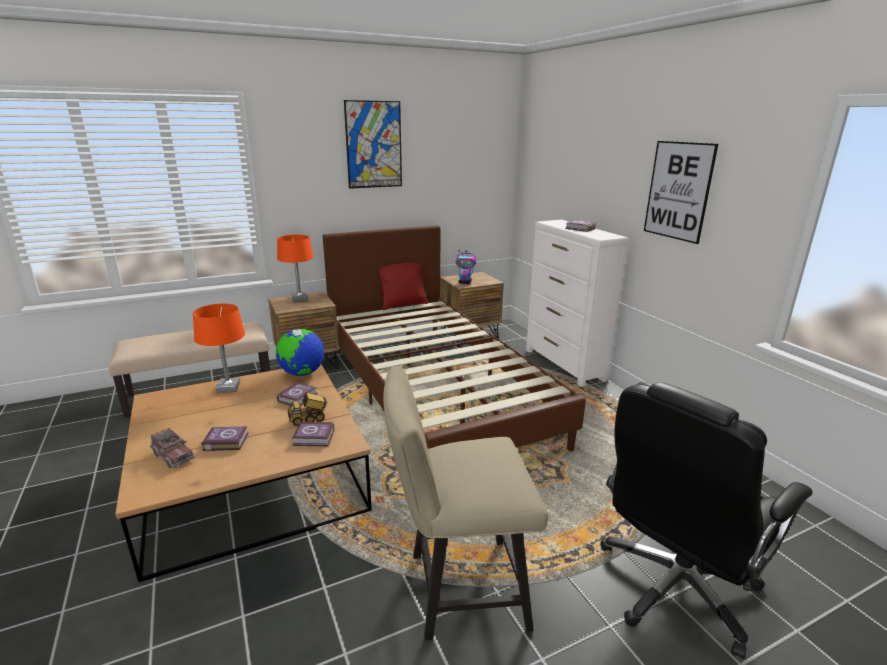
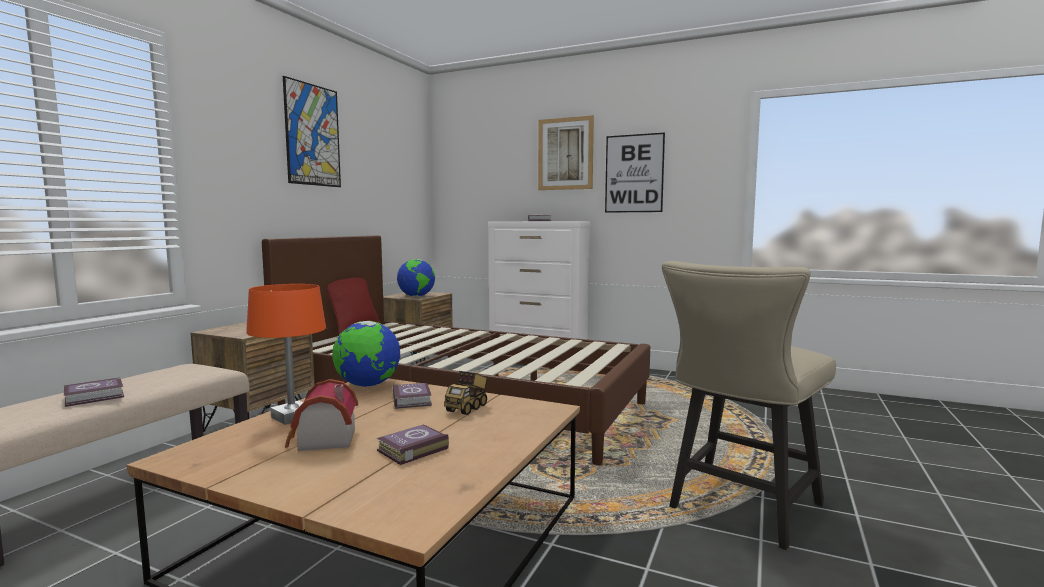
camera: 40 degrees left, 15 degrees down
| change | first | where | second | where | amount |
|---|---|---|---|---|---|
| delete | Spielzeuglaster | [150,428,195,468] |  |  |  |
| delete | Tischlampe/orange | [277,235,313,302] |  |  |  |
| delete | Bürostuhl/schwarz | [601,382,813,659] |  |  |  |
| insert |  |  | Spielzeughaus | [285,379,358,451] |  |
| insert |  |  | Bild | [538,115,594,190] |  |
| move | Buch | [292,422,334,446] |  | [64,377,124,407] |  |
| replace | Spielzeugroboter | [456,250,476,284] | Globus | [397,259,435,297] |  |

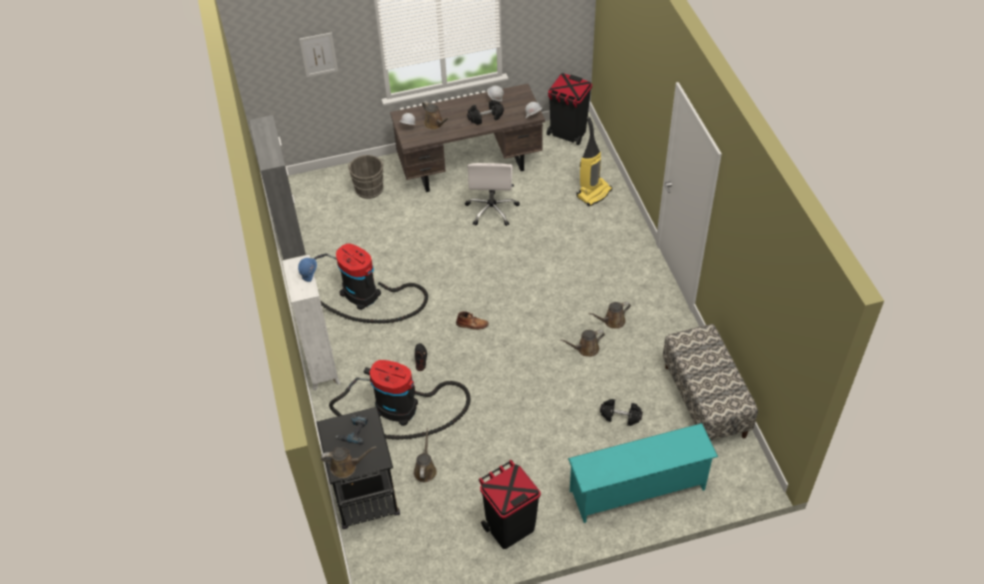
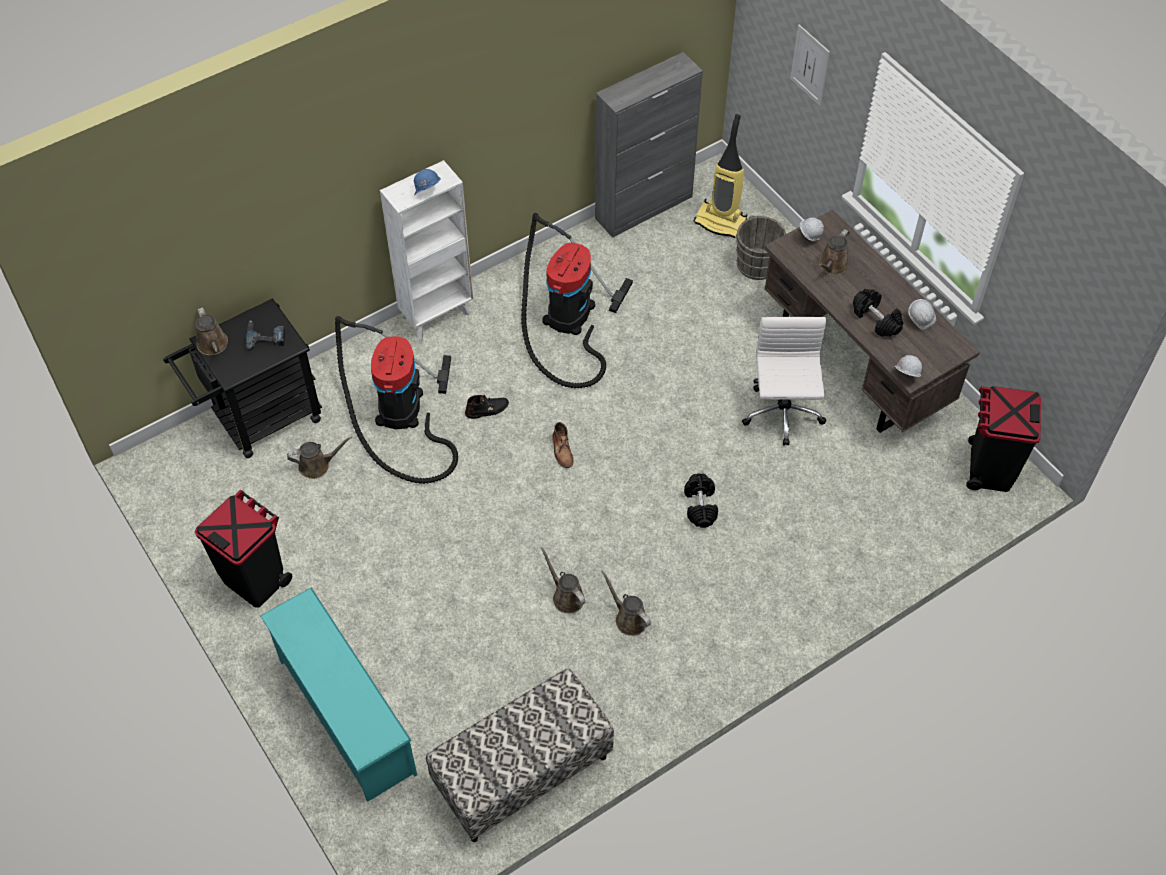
camera: 70 degrees right, 5 degrees up
| change | first | where | second | where | amount |
|---|---|---|---|---|---|
| move | Staubsauger | [576,117,612,206] |  | [694,114,747,238] |  |
| move | Hantel/schwarz | [600,399,643,426] |  | [684,474,718,528] |  |
| rotate | Bürostuhl/weiß | [465,163,520,226] |  | [742,317,826,446] | 105 degrees clockwise |

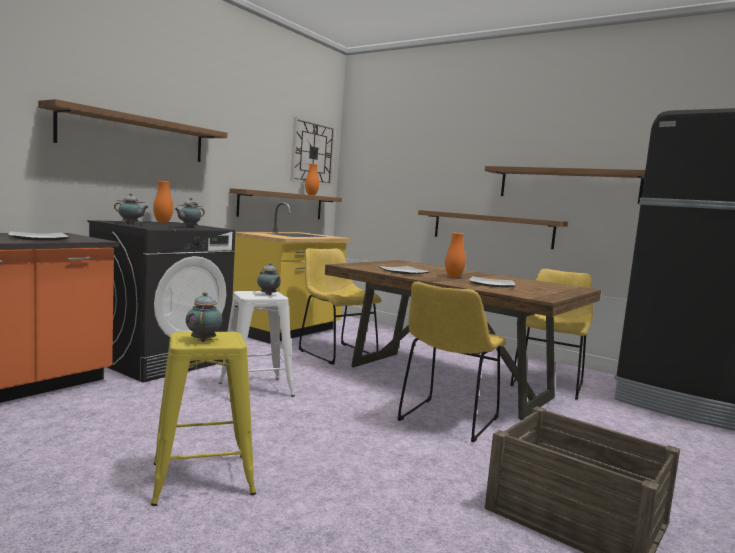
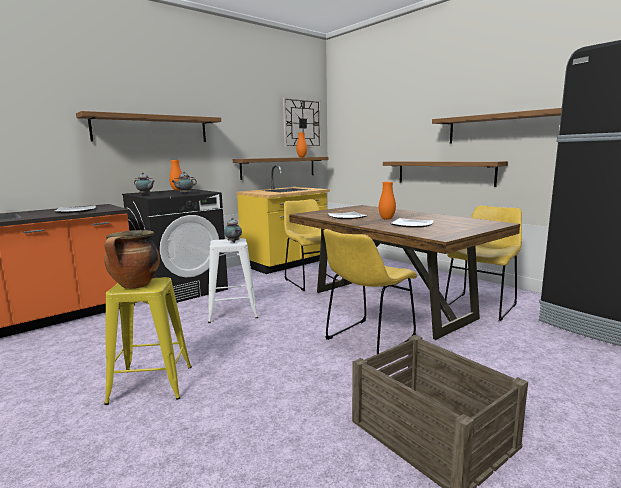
camera: 15 degrees right, 5 degrees up
| change | first | where | second | where | amount |
|---|---|---|---|---|---|
| replace | Teekanne | [186,292,222,342] | Kochtopf | [104,230,160,289] |  |

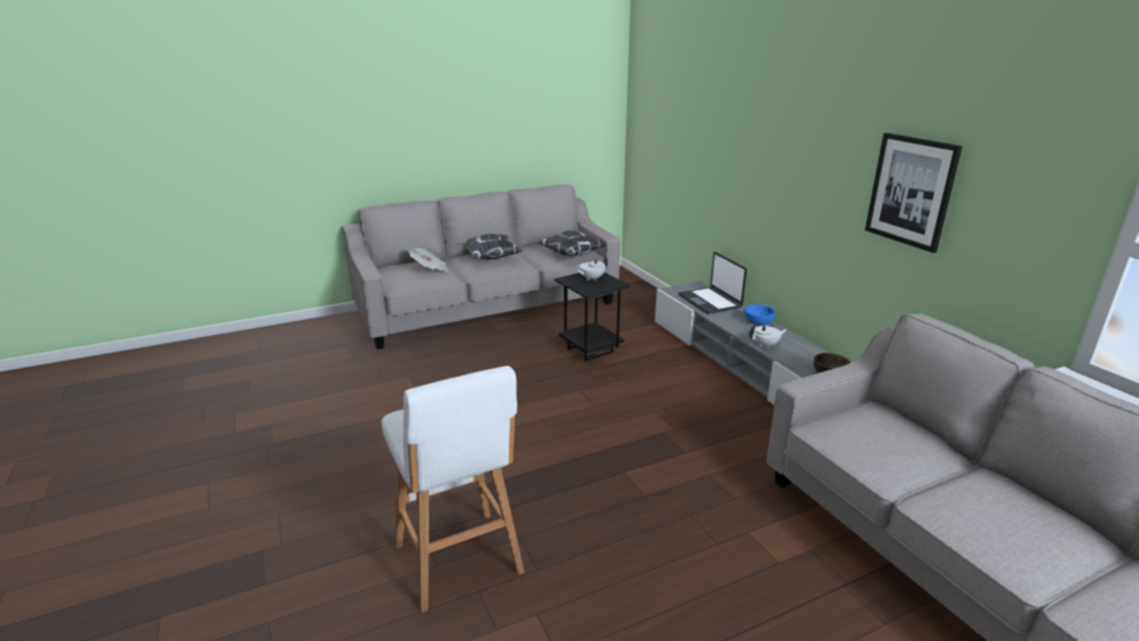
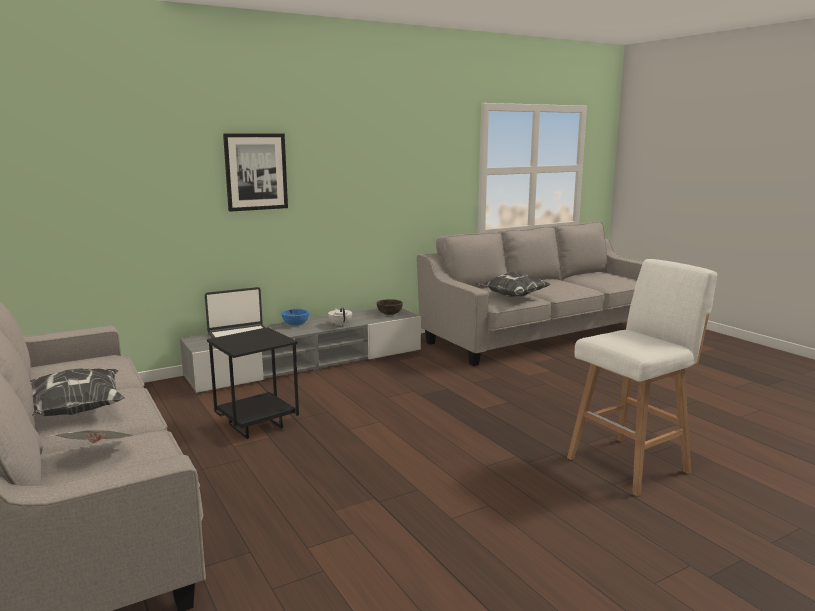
camera: 95 degrees left, 10 degrees down
| change | first | where | second | where | amount |
|---|---|---|---|---|---|
| delete | Teekanne/weiß | [576,255,608,281] |  |  |  |
| move | Kissen | [537,231,608,256] |  | [475,272,551,297] |  |
| move | Bild | [865,133,962,253] |  | [223,133,288,212] |  |

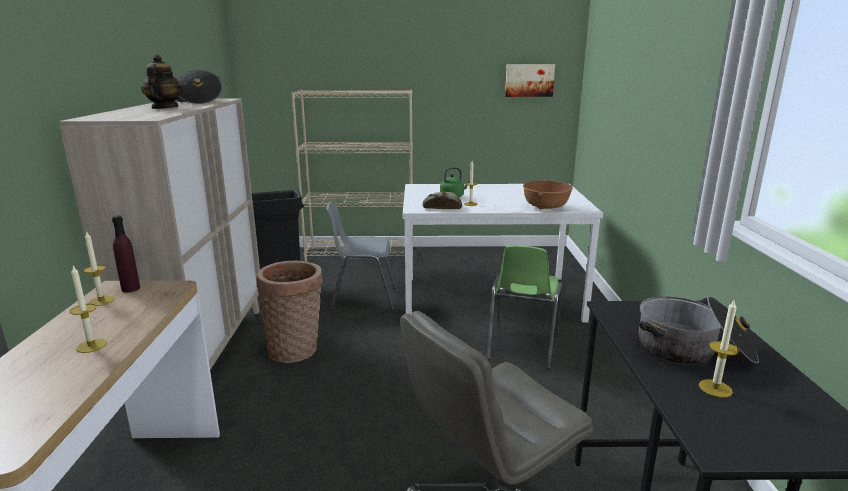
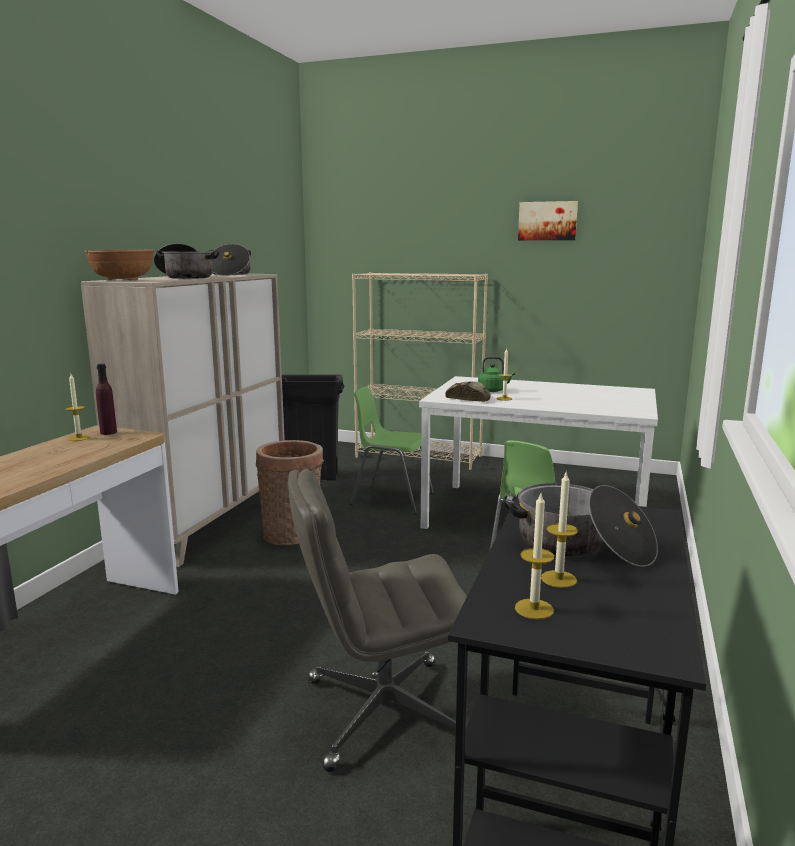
camera: 20 degrees right, 5 degrees down
| change | first | where | second | where | amount |
|---|---|---|---|---|---|
| move | Kerze | [70,266,107,353] |  | [515,494,554,620] |  |
| move | Bild | [505,64,555,97] |  | [518,201,578,240] |  |
| move | Schüssel/braun | [523,180,573,210] |  | [85,249,154,280] |  |
| replace | Teekanne | [141,54,183,109] | Kochtopf | [154,243,219,279] |  |
| recolor | Stuhl/grau | [326,201,396,311] | Stuhl/grün | [350,387,434,514] |  |

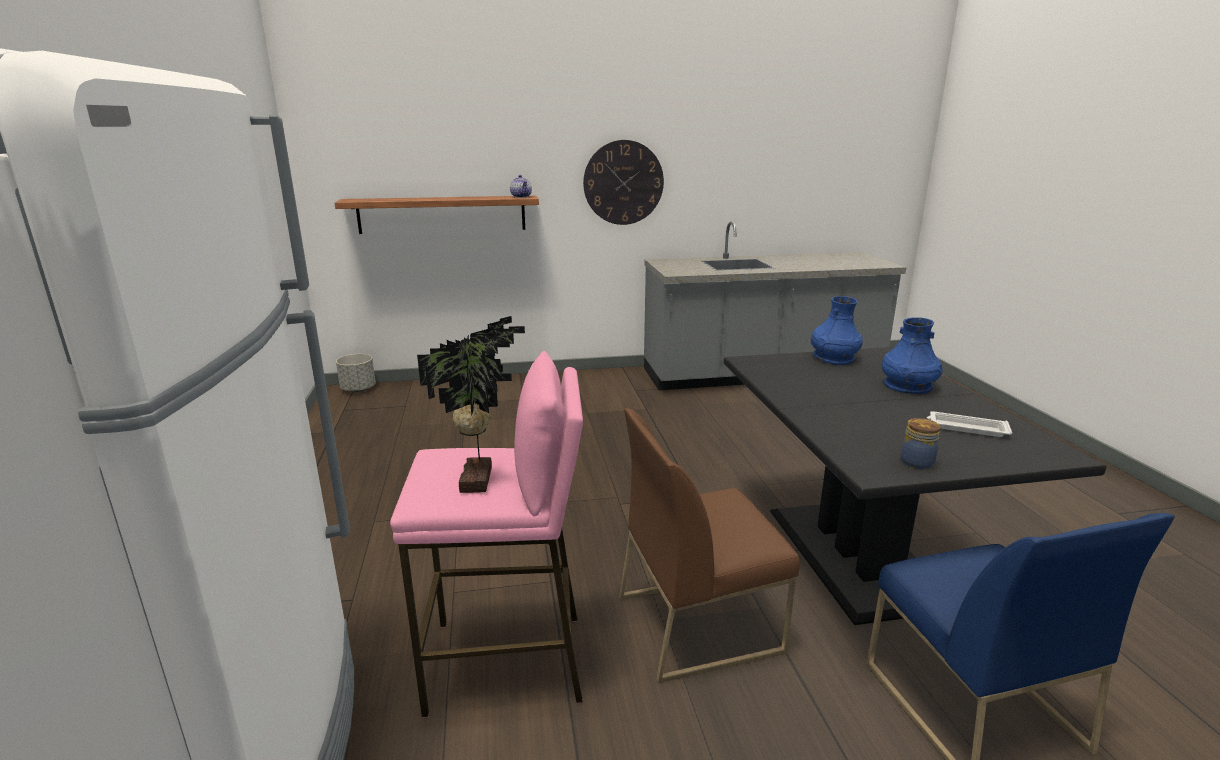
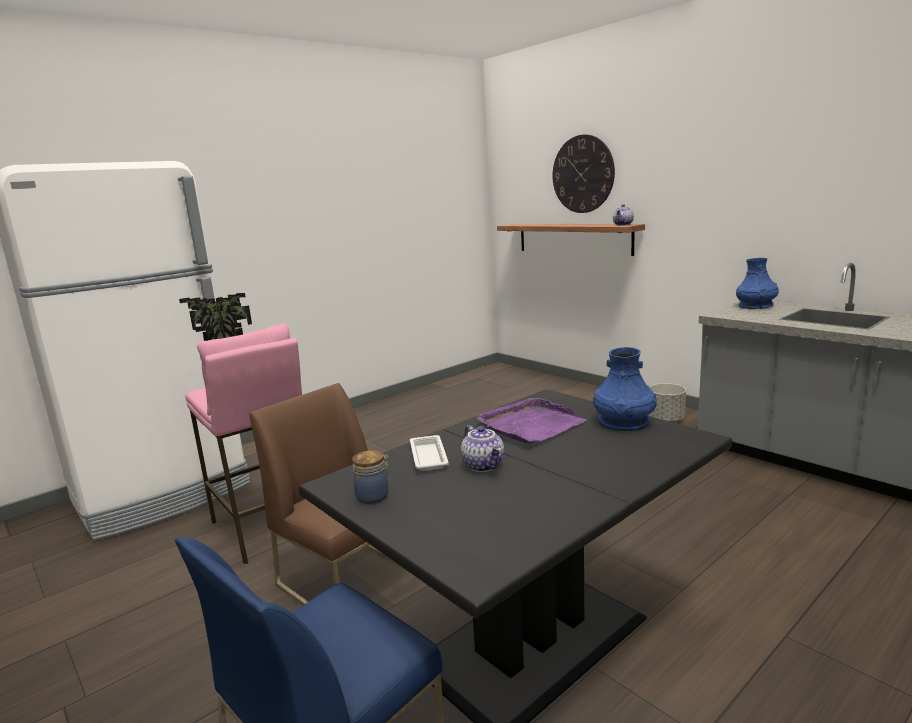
camera: 60 degrees right, 5 degrees down
| change | first | where | second | where | amount |
|---|---|---|---|---|---|
| insert |  |  | Teekanne | [461,425,504,472] |  |
| insert |  |  | Tablett/lila | [477,398,587,444] |  |
| move | Pflanzkübel/grau | [336,354,376,392] |  | [649,383,686,422] |  |
| move | Wanduhr | [583,140,664,225] |  | [552,135,615,213] |  |
| move | Vase/blau | [882,317,943,394] |  | [736,258,779,309] |  |
| move | Tablett/weiß | [927,411,1012,437] |  | [410,435,449,471] |  |

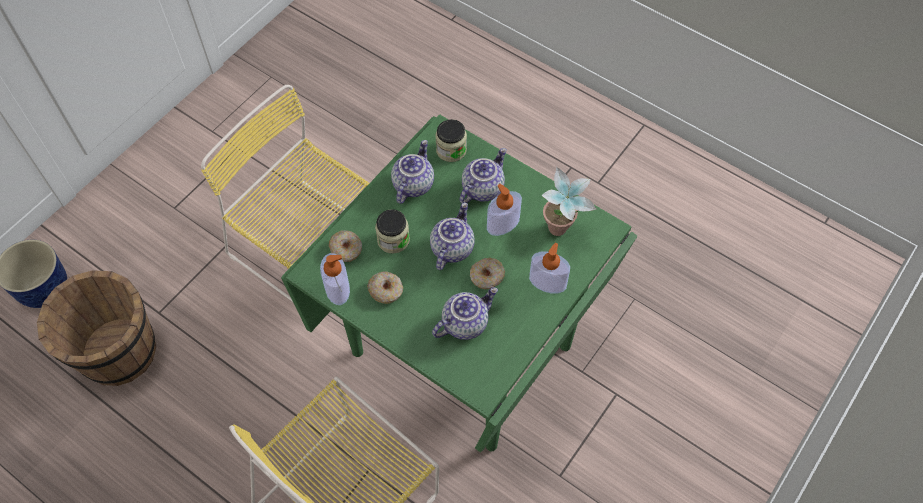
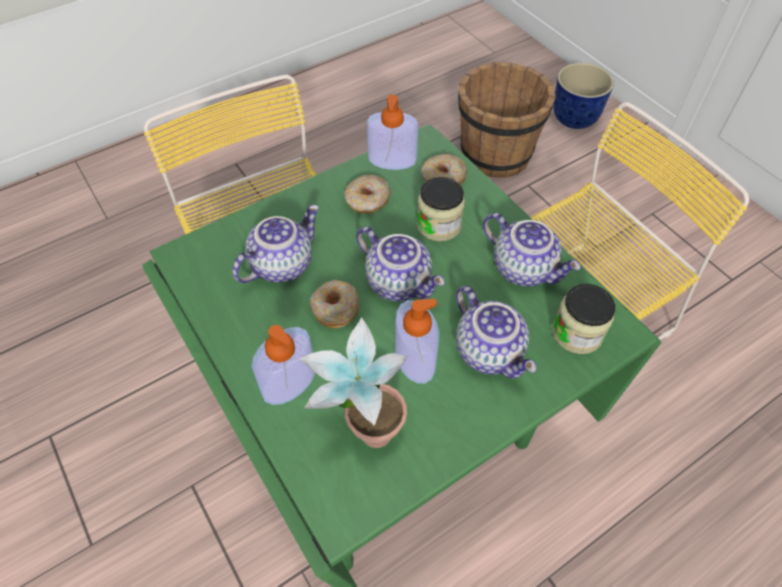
camera: 110 degrees right, 5 degrees down
| change | first | where | second | where | amount |
|---|---|---|---|---|---|
| rotate | Teekanne | [432,287,498,340] |  | [232,205,319,283] | 120 degrees counterclockwise |

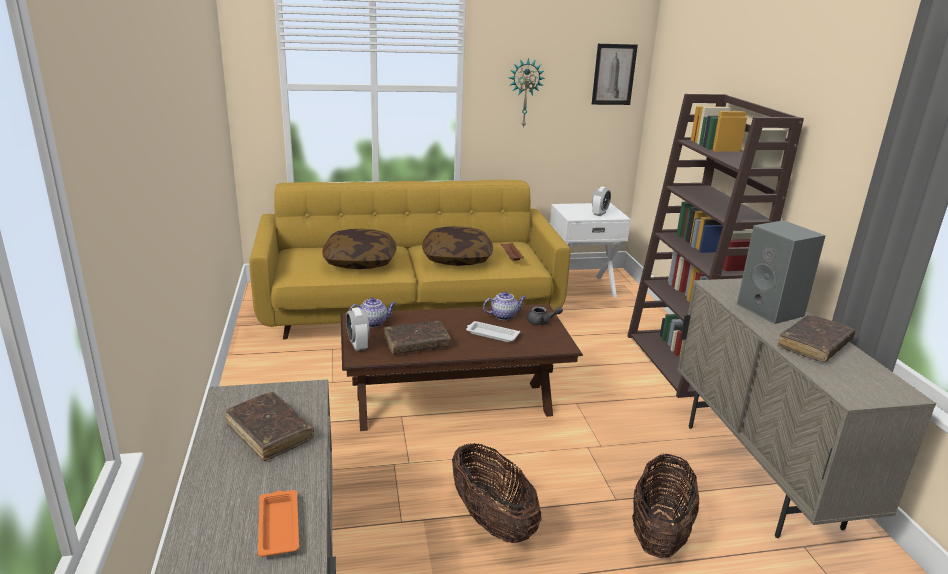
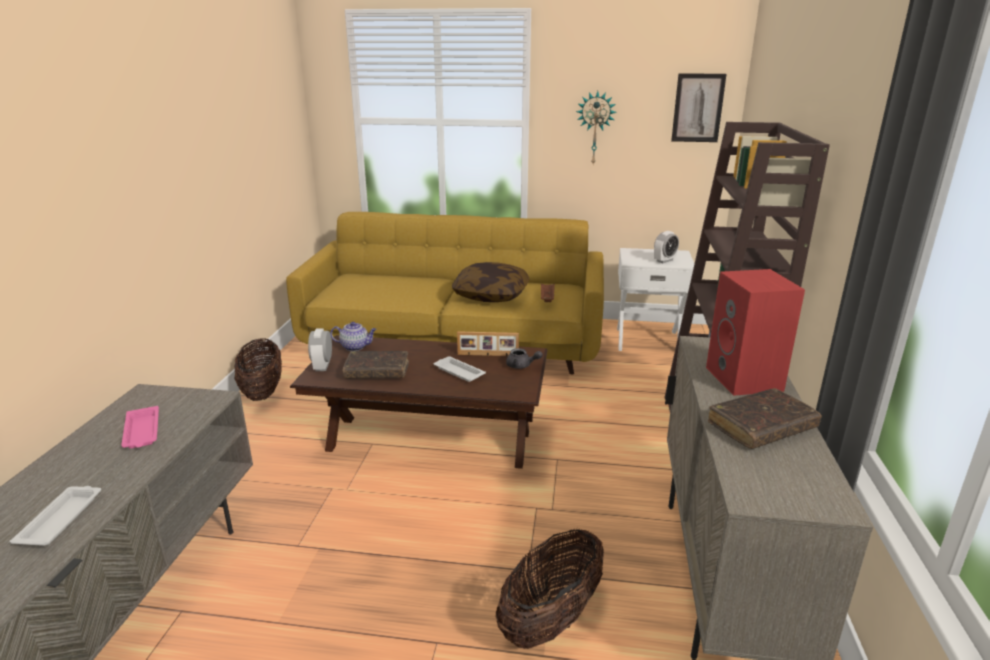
camera: 20 degrees right, 0 degrees up
| change | first | where | second | where | amount |
|---|---|---|---|---|---|
| delete | Kissen | [322,229,397,269] |  |  |  |
| move | Korb | [452,443,542,543] |  | [234,339,282,401] |  |
| replace | Buch/braun | [226,392,314,461] | Tablett/rosa | [121,406,159,449] |  |
| replace | Teekanne | [483,292,526,320] | Bilderrahmen | [457,331,519,356] |  |
| recolor | Tablett/orange | [258,490,299,557] | Tablett/weiß | [10,486,101,546] |  |
| recolor | Lautsprecher/grau | [737,220,826,324] | Lautsprecher/rot | [706,269,805,396] |  |

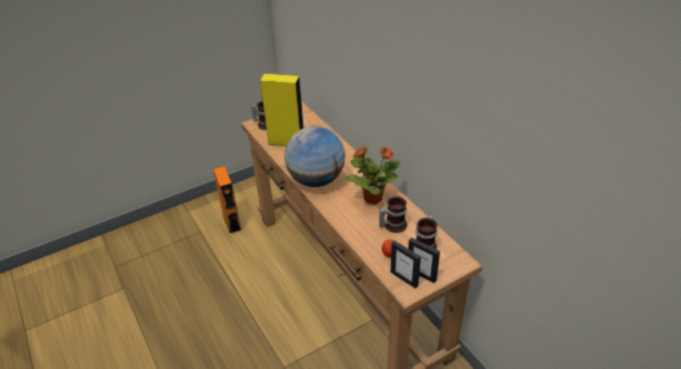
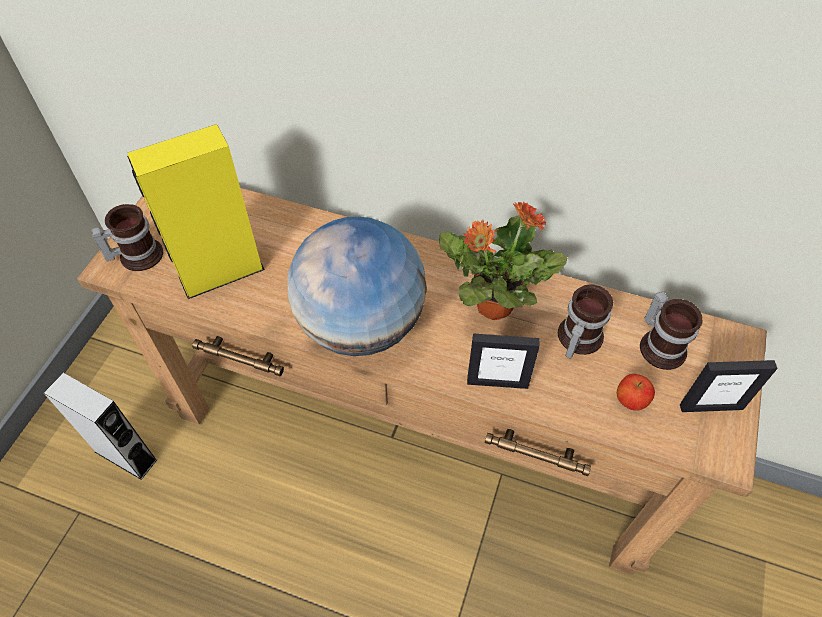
camera: 40 degrees left, 15 degrees up
| change | first | where | second | where | amount |
|---|---|---|---|---|---|
| move | Bilderrahmen | [391,241,421,289] |  | [467,333,540,389] |  |
| recolor | Lautsprecher/orange | [213,166,241,234] | Lautsprecher/grau | [44,373,158,480] |  |

